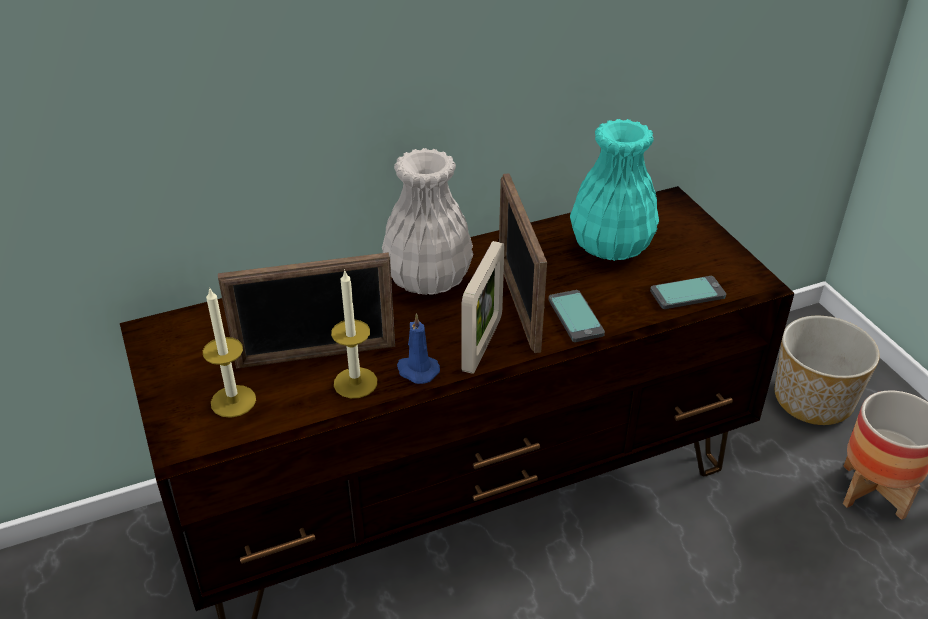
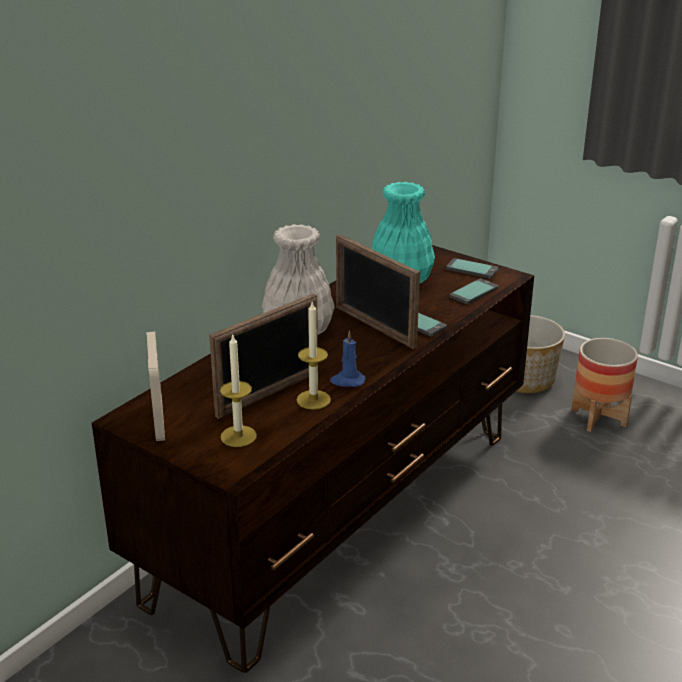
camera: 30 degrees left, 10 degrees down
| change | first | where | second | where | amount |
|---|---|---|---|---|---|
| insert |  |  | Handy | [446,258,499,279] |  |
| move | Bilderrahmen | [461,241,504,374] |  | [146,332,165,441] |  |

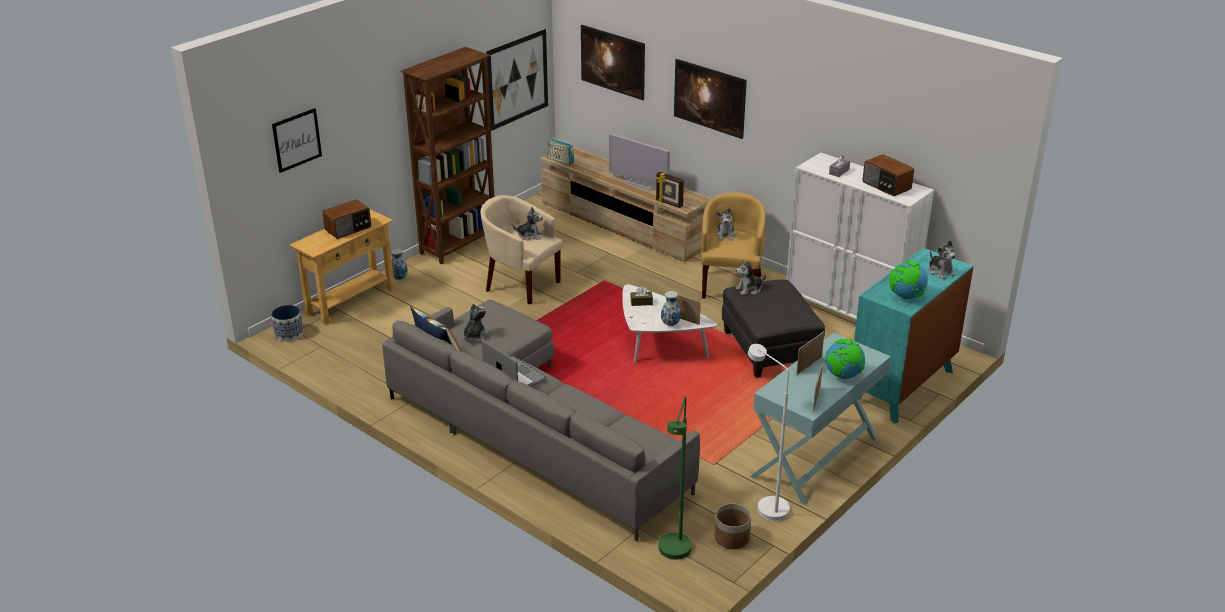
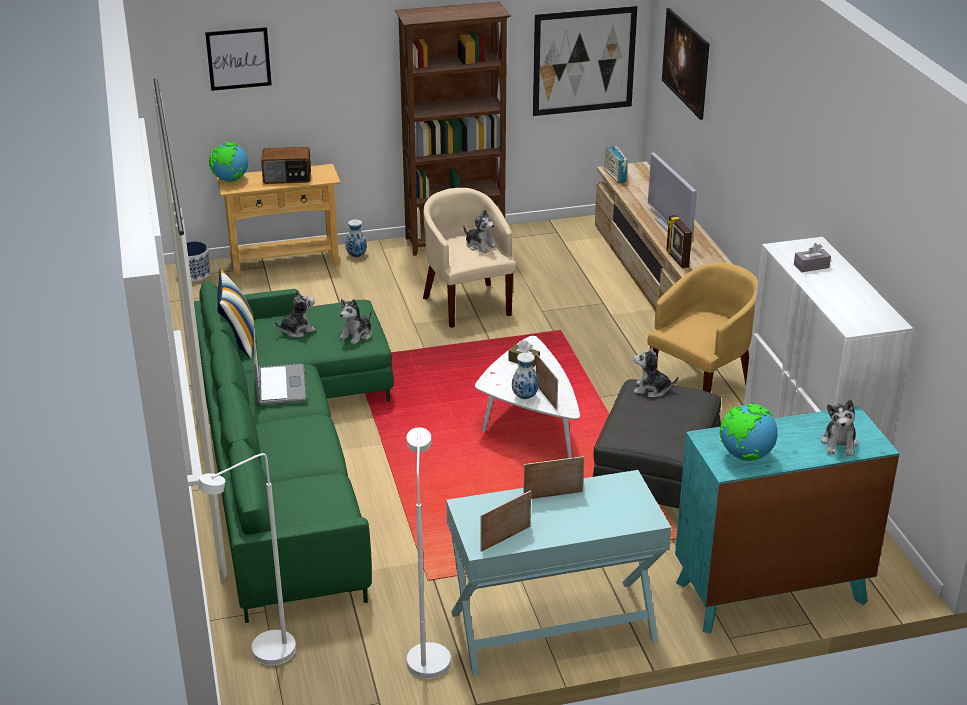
camera: 35 degrees right, 0 degrees up
| change | first | where | second | where | amount |
|---|---|---|---|---|---|
| delete | Bild | [674,59,747,139] |  |  |  |
| delete | Pflanzkübel | [714,503,751,549] |  |  |  |
| delete | Radio | [863,154,914,196] |  |  |  |
| move | Plüschtier | [715,208,736,241] |  | [340,299,372,345] |  |
| move | Globus | [825,339,866,379] |  | [209,142,248,182] |  |
| recolor | Sofa/grau | [382,300,700,541] | Sofa/grün | [194,281,394,623] |  |
| recolor | Stehlampe/grün | [659,396,692,560] | Stehlampe/weiß | [198,453,296,666] |  |

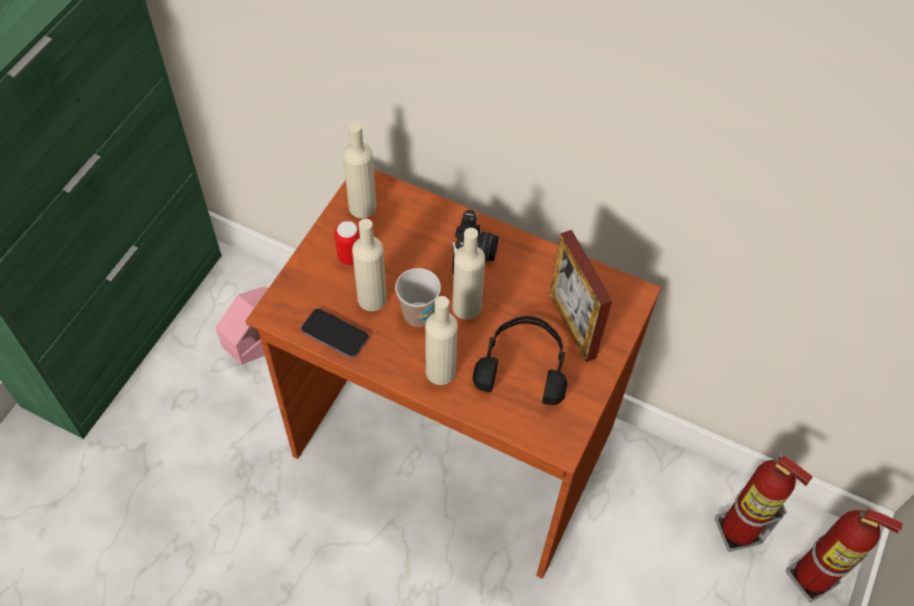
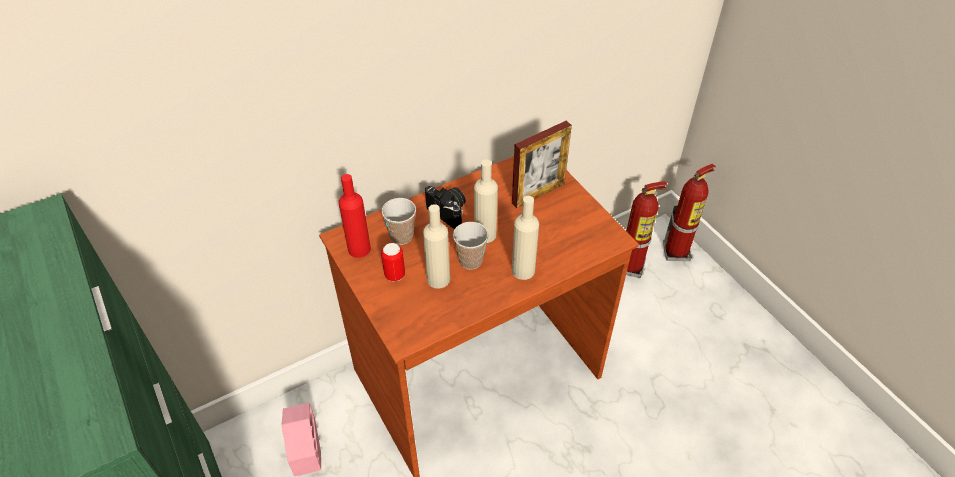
camera: 55 degrees left, 10 degrees down
| change | first | where | second | where | amount |
|---|---|---|---|---|---|
| delete | Handy | [301,308,369,358] |  |  |  |
| delete | Kopfhörer/schwarz | [473,316,568,405] |  |  |  |
| insert |  |  | Tasse | [382,198,416,245] |  |
| recolor | Flasche/beige | [343,122,376,218] | Flasche/rot | [339,174,371,258] |  |
| rotate | Bilderrahmen | [550,230,612,362] |  | [512,121,572,208] | 45 degrees counterclockwise |

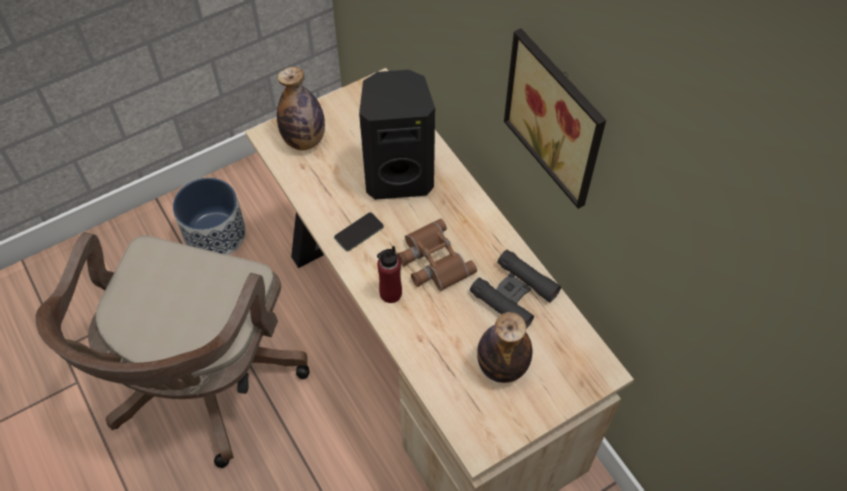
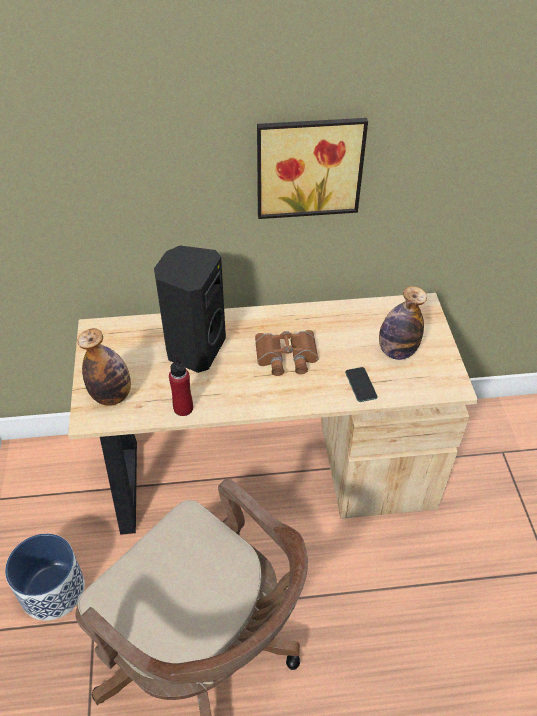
camera: 65 degrees left, 10 degrees down
| change | first | where | second | where | amount |
|---|---|---|---|---|---|
| delete | Fernglas/schwarz | [470,250,561,329] |  |  |  |
| move | Handy | [334,212,384,251] |  | [345,367,378,402] |  |
| move | Flasche/rot | [377,246,402,303] |  | [169,355,193,416] |  |

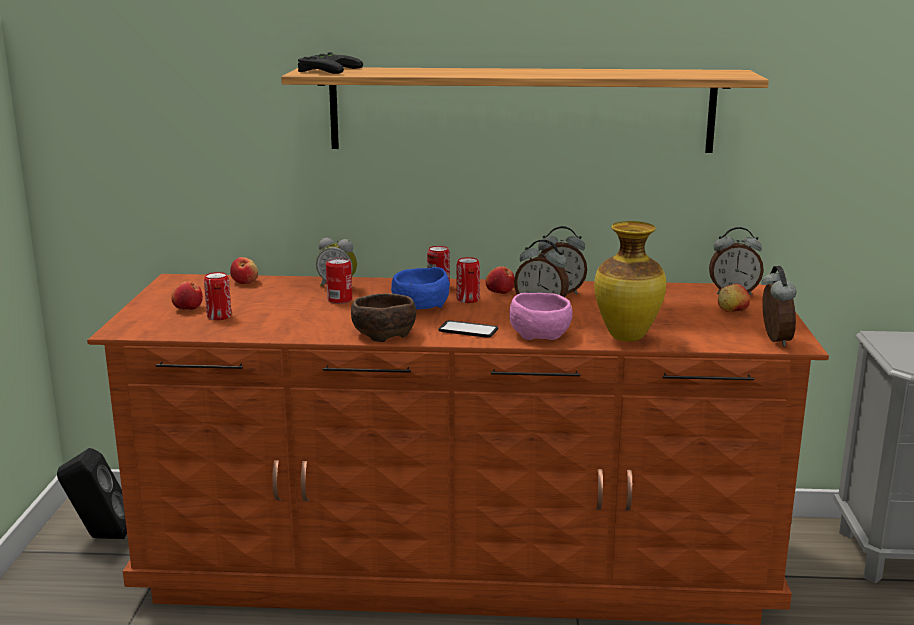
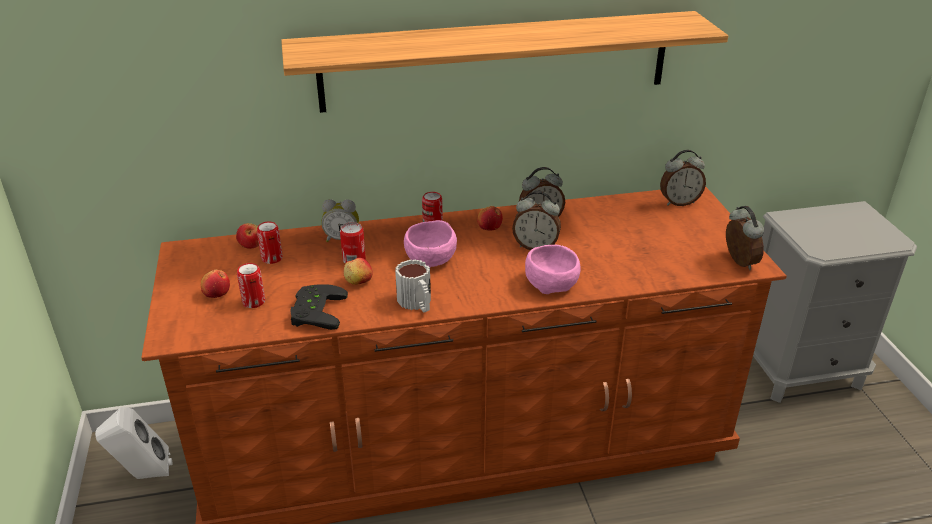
camera: 15 degrees left, 15 degrees up
| change | first | where | second | where | amount |
|---|---|---|---|---|---|
| delete | Handy | [438,320,498,338] |  |  |  |
| delete | Vase | [594,221,666,342] |  |  |  |
| move | Gamepad/schwarz | [298,52,363,74] |  | [290,284,348,330] |  |
| move | Dose | [457,257,480,303] |  | [257,222,283,264] |  |
| move | Apfel | [718,284,750,312] |  | [343,258,373,285] |  |
| replace | Schüssel/braun | [351,293,416,342] | Henkelbecher | [395,259,431,313] |  |
| recolor | Lautsprecher/schwarz | [57,448,127,539] | Lautsprecher/weiß | [95,407,172,479] |  |
| recolor | Schüssel/blau | [391,267,450,310] | Schüssel/rosa | [404,220,457,267] |  |

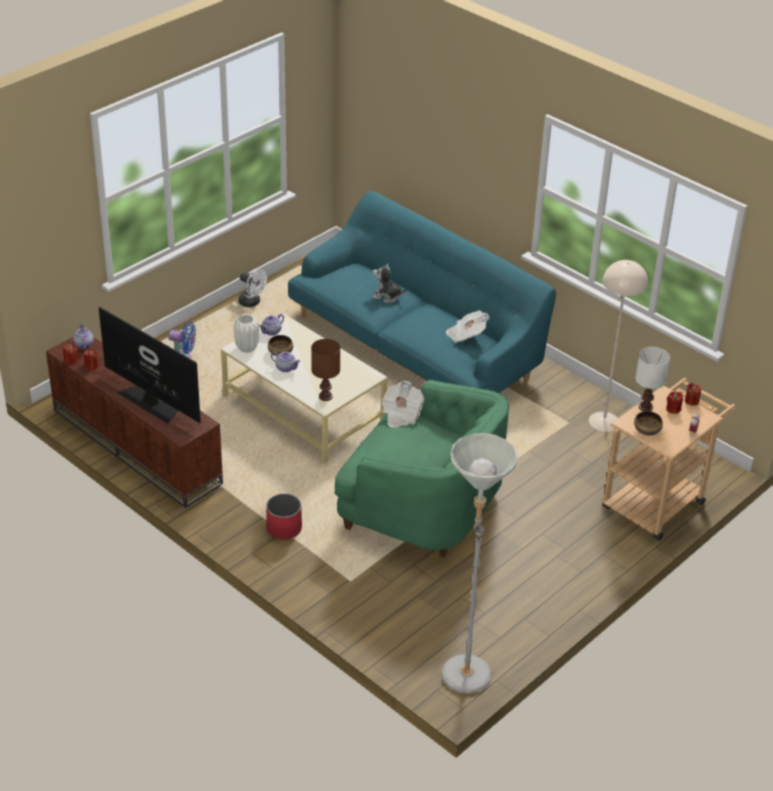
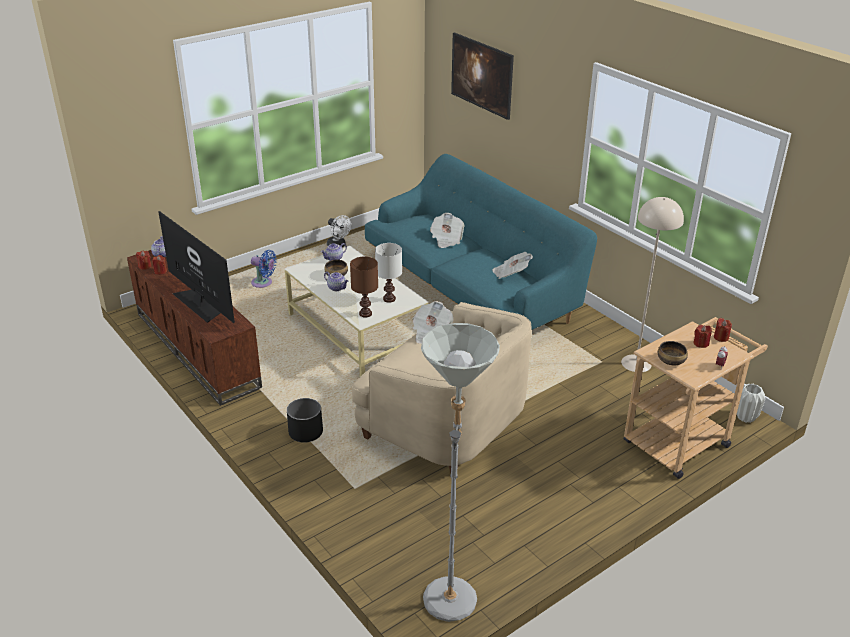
camera: 10 degrees right, 5 degrees down
| change | first | where | second | where | amount |
|---|---|---|---|---|---|
| insert |  |  | Bild | [451,32,514,120] |  |
| move | Vase/weiß | [233,314,259,353] |  | [736,384,765,423] |  |
| move | Tischlampe/weiß | [635,347,670,411] |  | [375,243,402,303] |  |
| replace | Plüschtier | [373,263,407,303] | Zeitung | [430,213,465,248] |  |
| recolor | Pflanzkübel/rot | [266,494,302,540] | Pflanzkübel/schwarz | [287,398,323,443] |  |
| recolor | Sessel/grün | [334,380,509,558] | Sessel/beige | [352,302,532,473] |  |

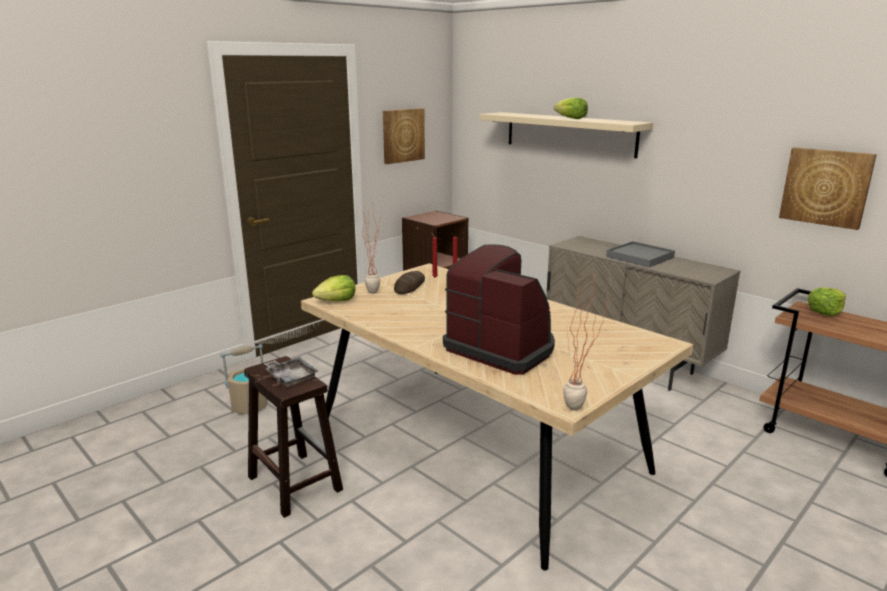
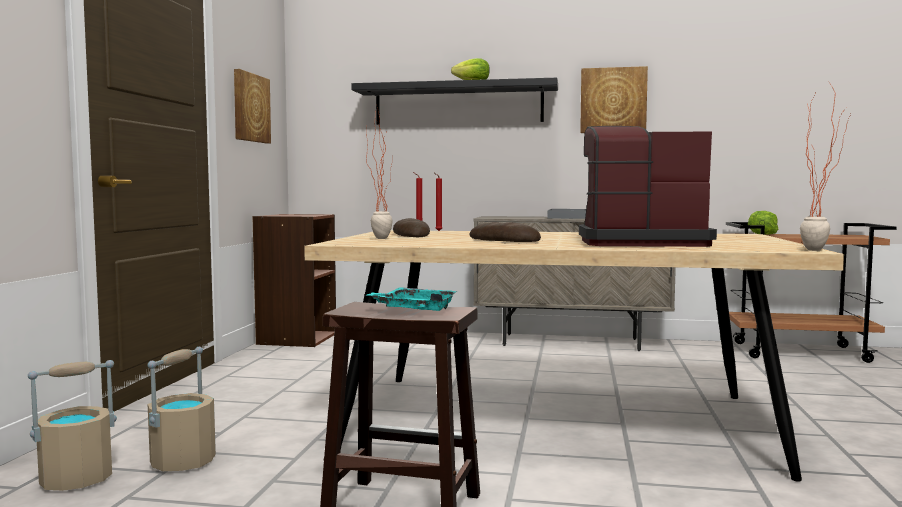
camera: 35 degrees left, 15 degrees down
| change | first | where | second | where | amount |
|---|---|---|---|---|---|
| delete | Salatkopf | [312,275,356,302] |  |  |  |
| insert |  |  | Eimer/beige | [28,360,117,491] |  |
| insert |  |  | Brot | [469,222,541,242] |  |
| move | Bild | [779,147,877,230] |  | [580,66,648,133] |  |
| recolor | Tablett/grau | [264,357,319,387] | Tablett/türkis | [366,287,458,311] |  |
| recolor | Wandregal/beige | [479,112,653,158] | Wandregal/schwarz | [351,78,558,125] |  |

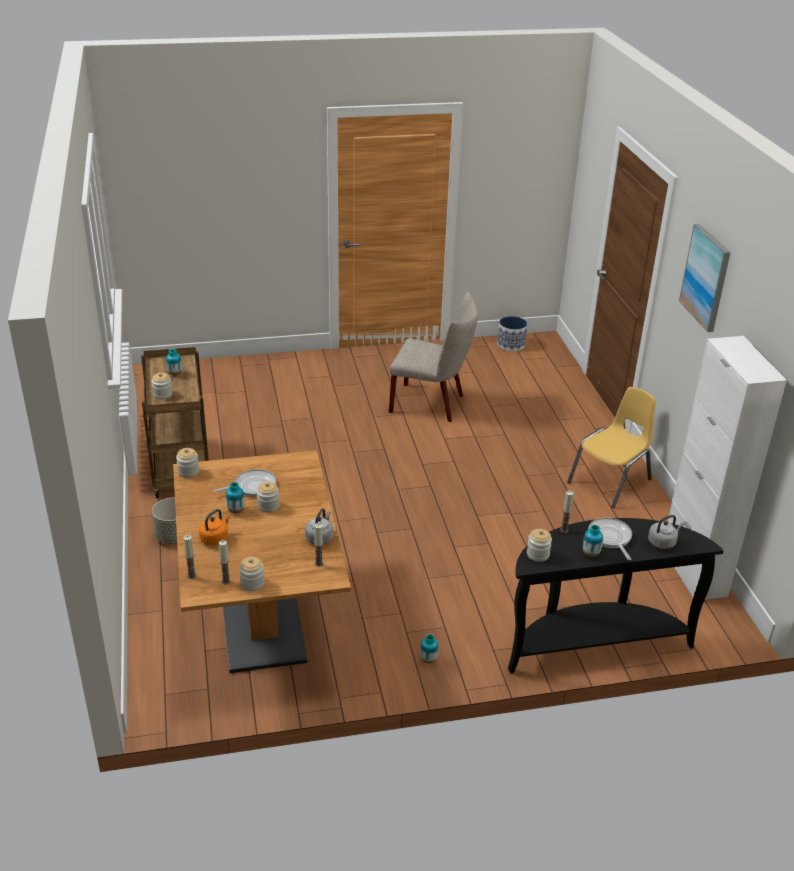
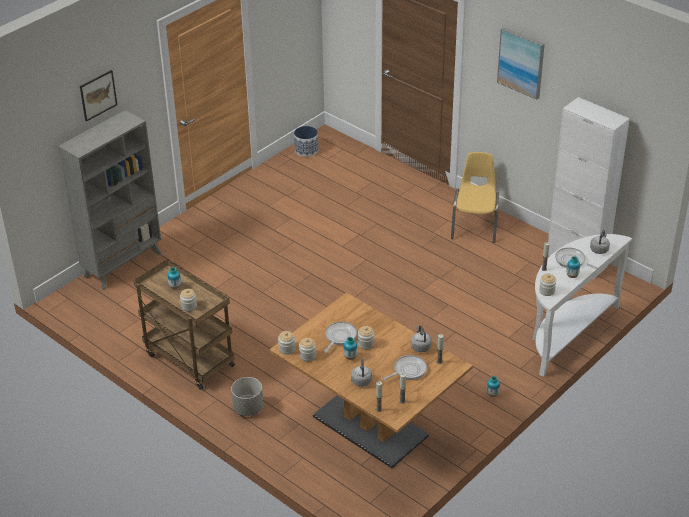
camera: 35 degrees left, 5 degrees up
| change | first | where | second | where | amount |
|---|---|---|---|---|---|
| delete | Stuhl/beige | [389,292,478,422] |  |  |  |
| insert |  |  | Bücherregal/grau | [58,110,161,290] |  |
| insert |  |  | Bild | [80,70,117,122] |  |
| insert |  |  | Pfanne | [382,355,427,381] |  |
| move | Vorratsglas | [239,557,264,591] |  | [299,338,316,361] |  |
| recolor | Wasserkessel/orange | [199,509,231,545] | Wasserkessel/grau | [351,359,372,387] |  |
| recolor | Konsolentisch/schwarz | [508,518,723,674] | Konsolentisch/weiß | [532,234,632,377] |  |

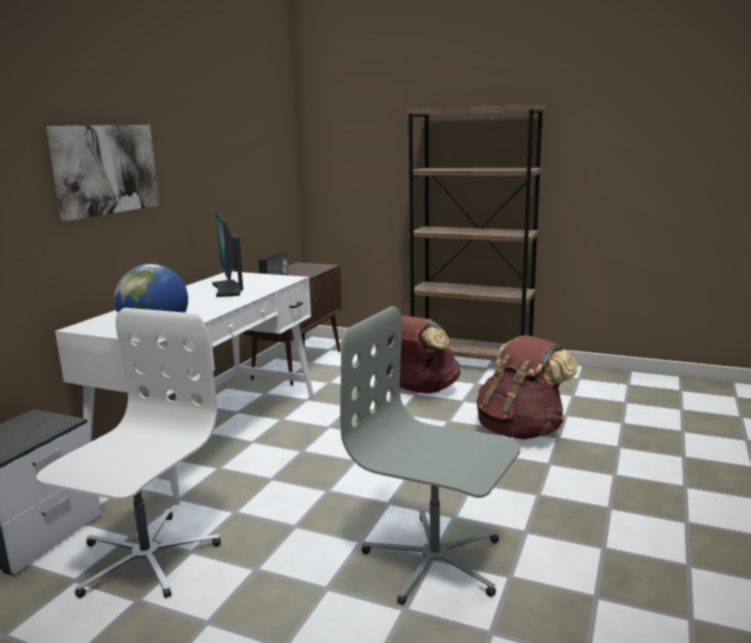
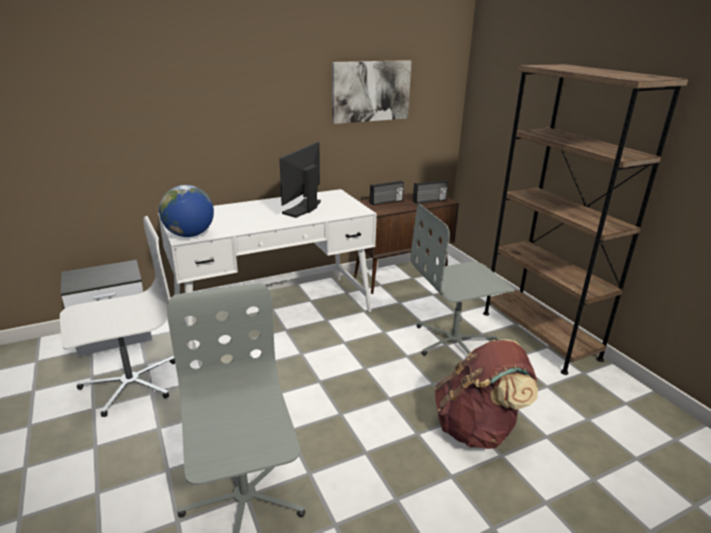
camera: 40 degrees right, 10 degrees up
| change | first | where | second | where | amount |
|---|---|---|---|---|---|
| insert |  |  | Radio | [413,180,448,204] |  |
| move | Bild | [46,125,159,221] |  | [332,60,412,124] |  |
| replace | Rucksack/braun | [387,316,461,394] | Bürostuhl/grau | [411,203,514,356] |  |

